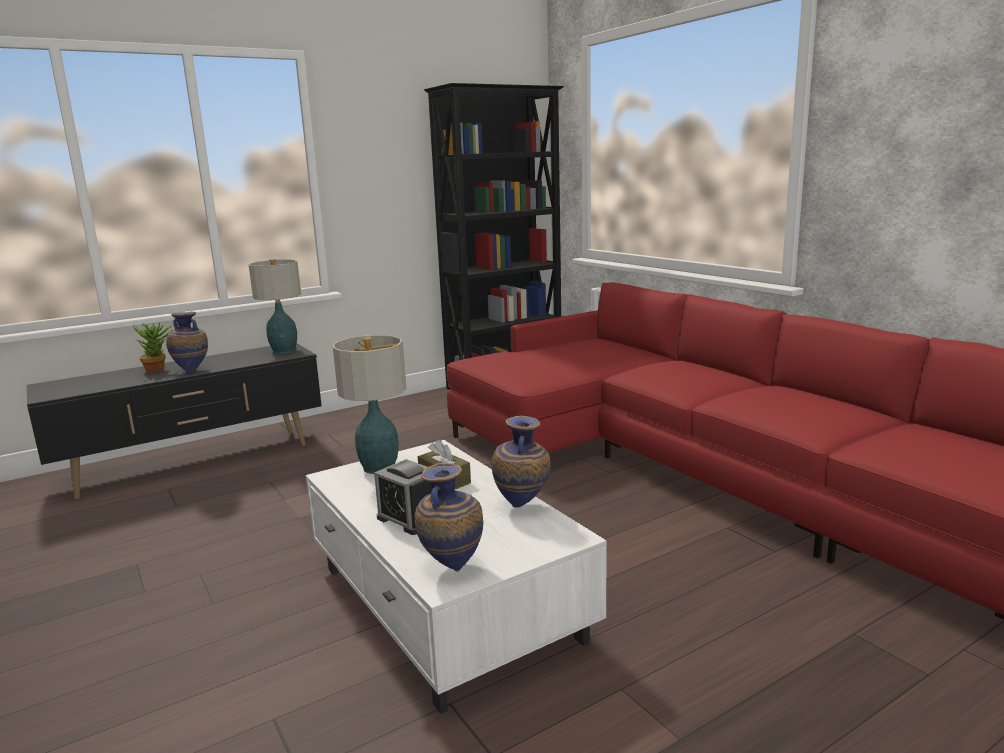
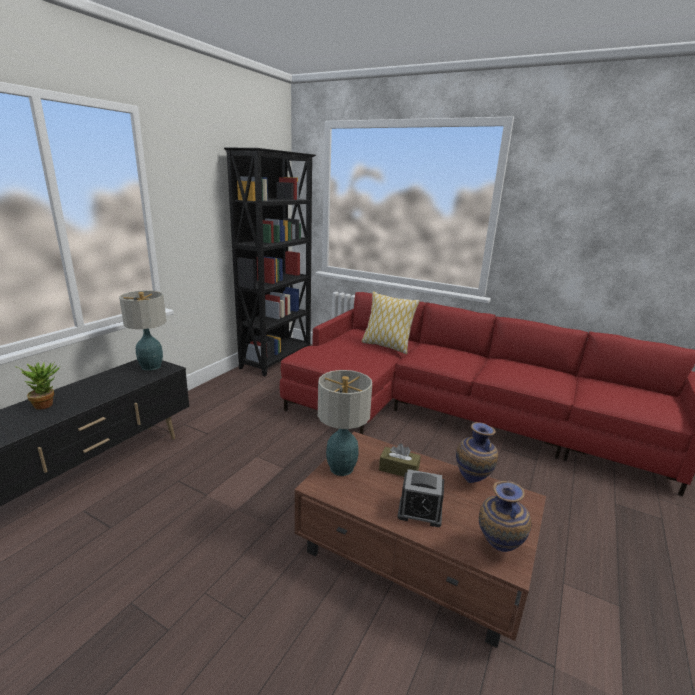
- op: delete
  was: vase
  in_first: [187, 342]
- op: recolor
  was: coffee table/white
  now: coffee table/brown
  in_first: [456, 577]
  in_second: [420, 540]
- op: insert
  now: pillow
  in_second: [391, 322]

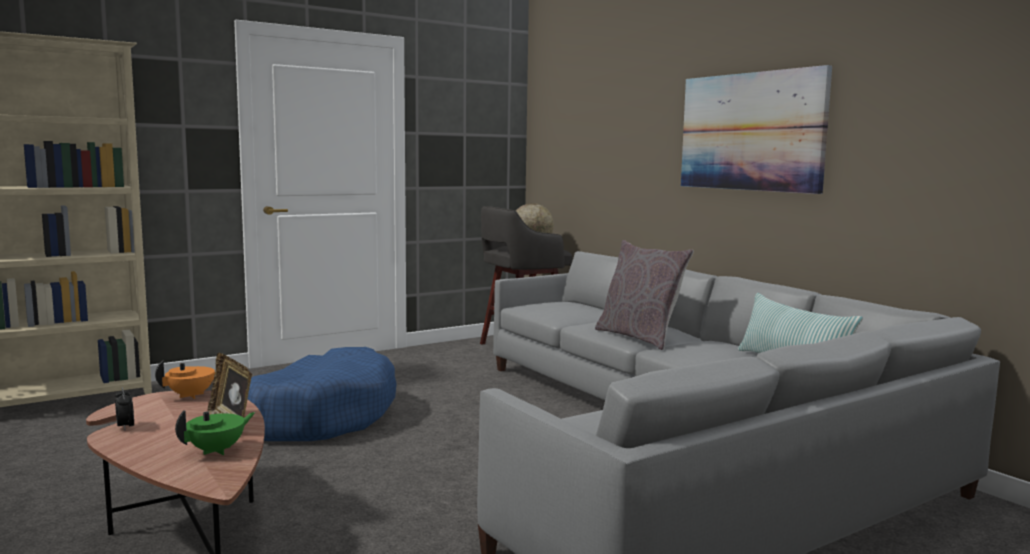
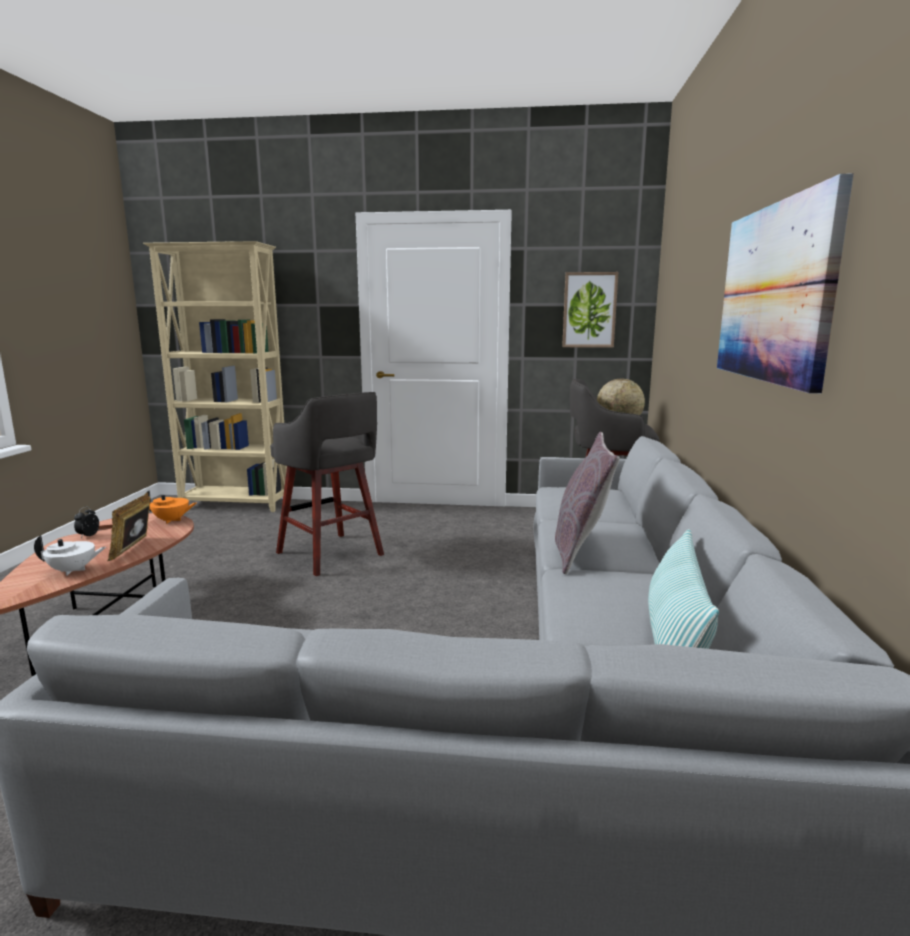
- op: replace
  was: dog bed/blue
  now: stool/grey
  in_first: [322, 394]
  in_second: [327, 484]
- op: recolor
  was: teapot/green
  now: teapot/white
  in_first: [215, 432]
  in_second: [70, 555]
- op: insert
  now: picture
  in_second: [590, 310]

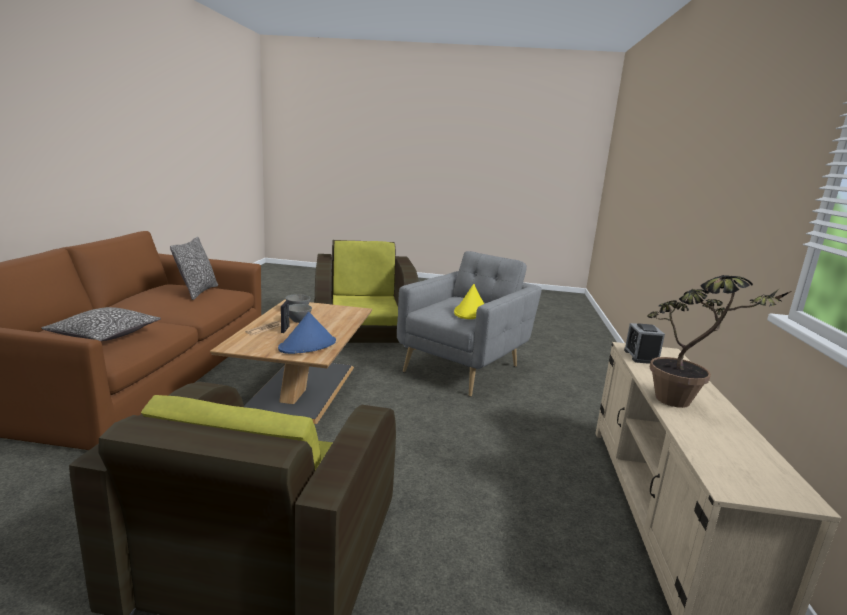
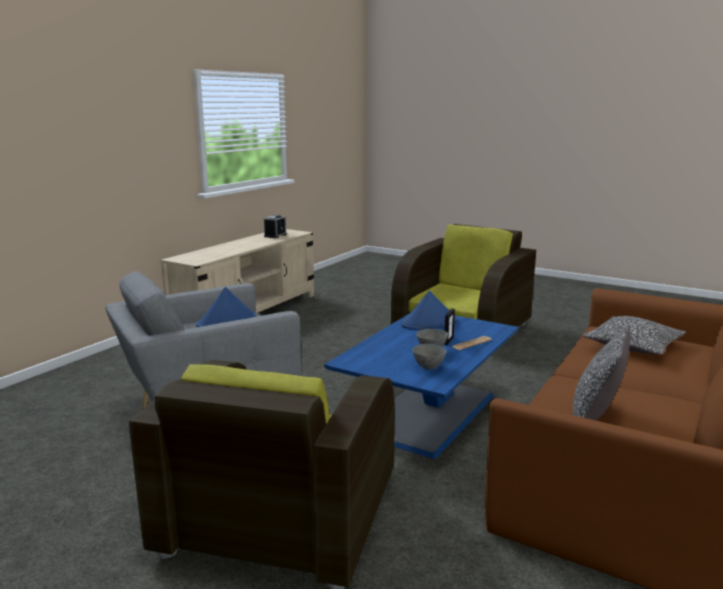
- op: delete
  was: potted plant
  in_first: [719, 341]
- op: recolor
  was: hat/yellow
  now: hat/blue
  in_first: [469, 301]
  in_second: [226, 307]
- op: recolor
  was: coffee table/brown
  now: coffee table/blue
  in_first: [291, 362]
  in_second: [421, 386]
- op: move
  was: alarm clock
  in_first: [644, 343]
  in_second: [275, 226]

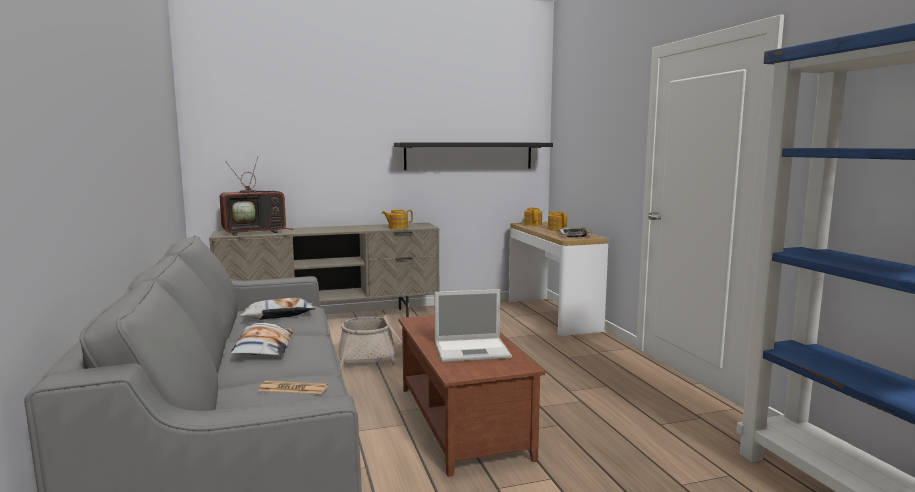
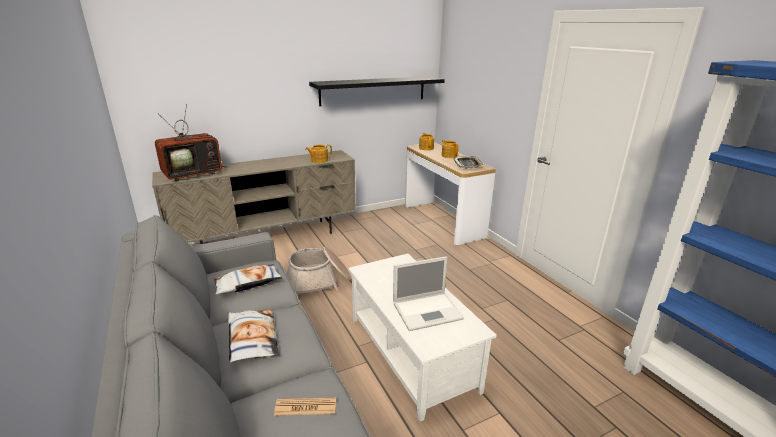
- op: recolor
  was: coffee table/brown
  now: coffee table/white
  in_first: [472, 396]
  in_second: [422, 338]

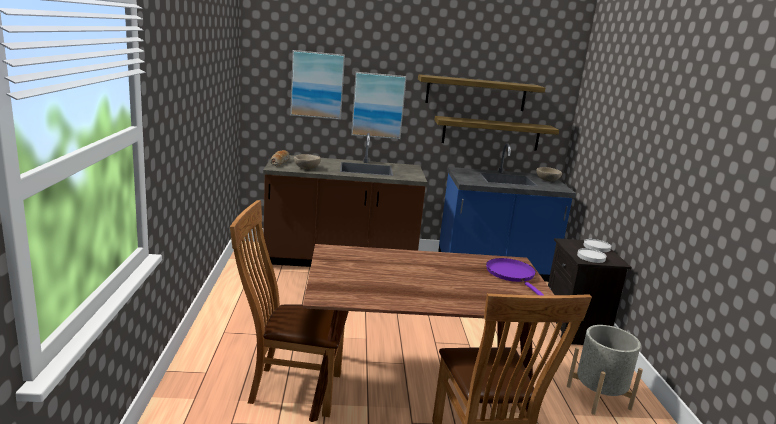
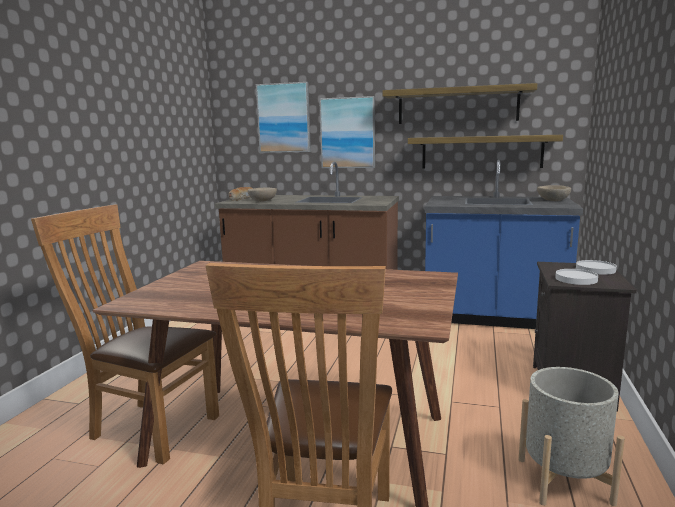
- op: delete
  was: frying pan/purple
  in_first: [515, 276]

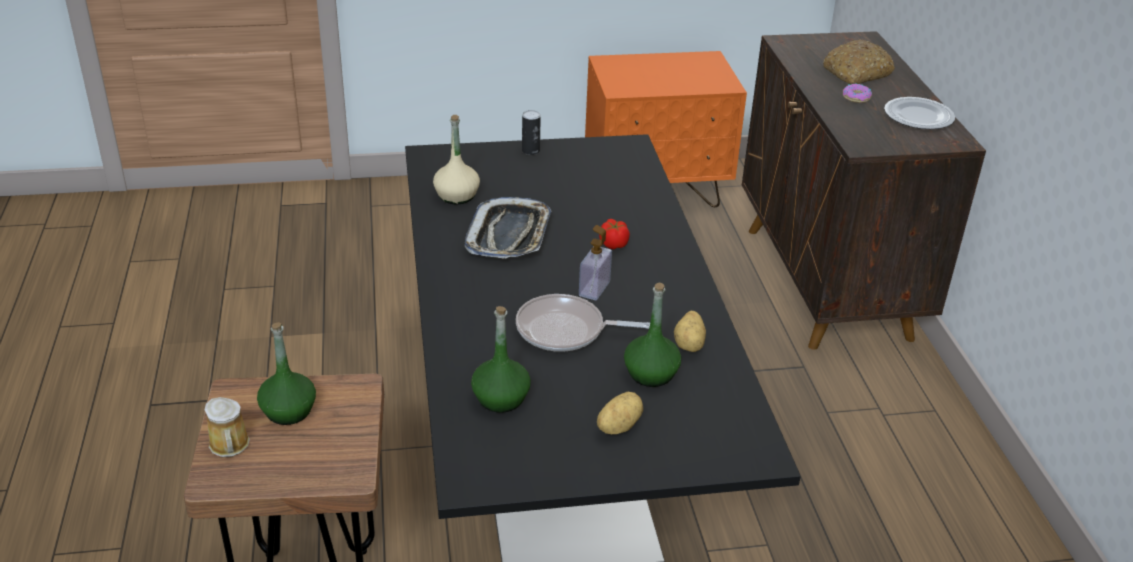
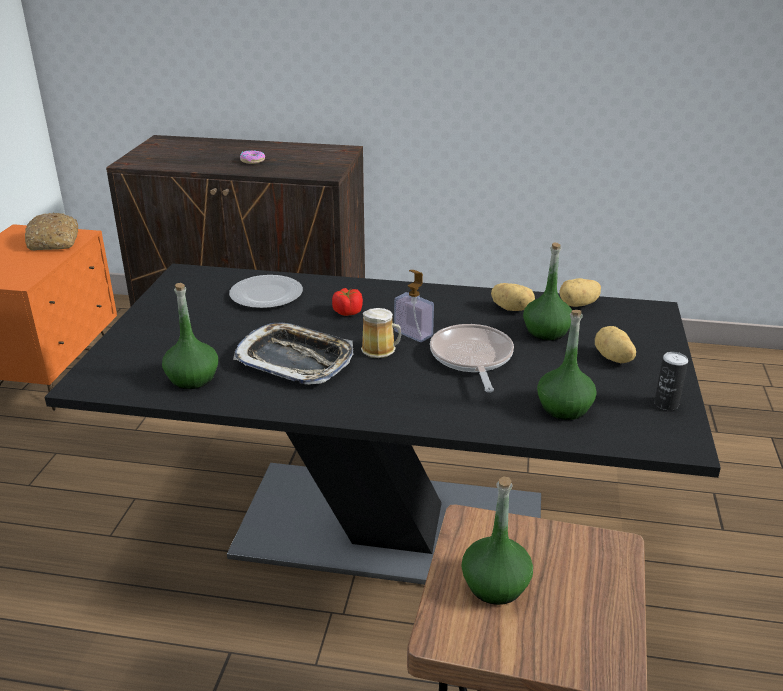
- op: move
  was: bread
  in_first: [859, 62]
  in_second: [51, 231]
- op: move
  was: plate
  in_first: [919, 113]
  in_second: [266, 291]
- op: move
  was: can
  in_first: [531, 132]
  in_second: [671, 381]
- op: recolor
  was: bottle/beige
  now: bottle/green
  in_first: [456, 159]
  in_second: [190, 336]
- op: rotate
  was: frying pan
  in_first: [583, 323]
  in_second: [472, 358]
  clockwise: 150
- op: move
  was: mug
  in_first: [227, 427]
  in_second: [381, 333]
- op: insert
  now: potato
  in_second: [580, 292]

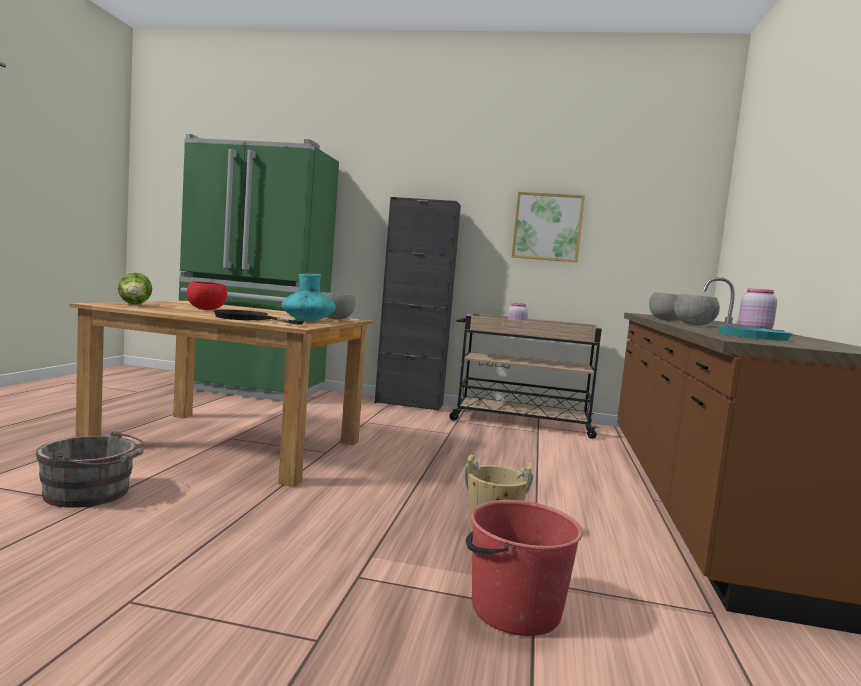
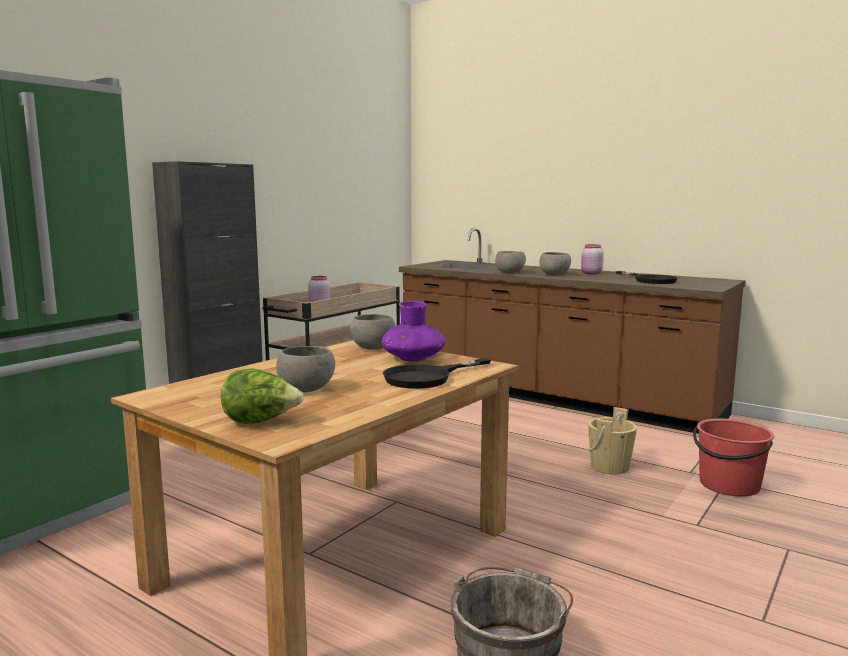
- op: delete
  was: picture
  in_first: [548, 227]
- op: recolor
  was: vase/turquoise
  now: vase/purple
  in_first: [309, 298]
  in_second: [413, 331]
- op: recolor
  was: bowl/red
  now: bowl/grey
  in_first: [207, 295]
  in_second: [305, 369]
- op: recolor
  was: frying pan/turquoise
  now: frying pan/black
  in_first: [755, 333]
  in_second: [647, 277]

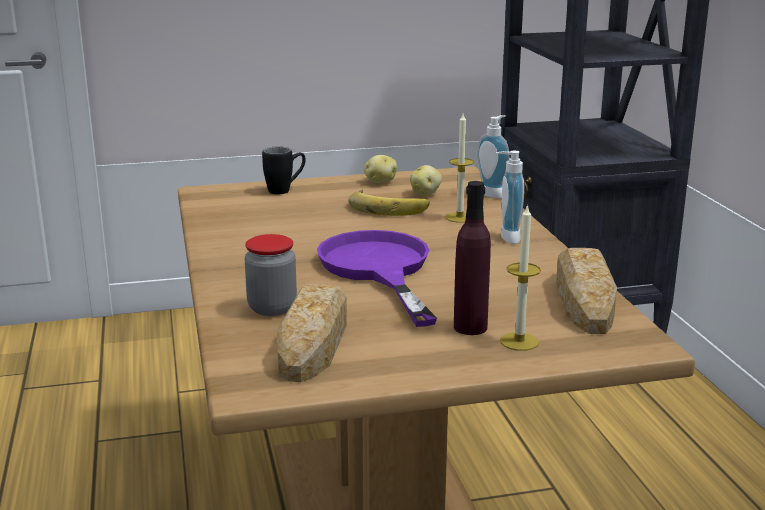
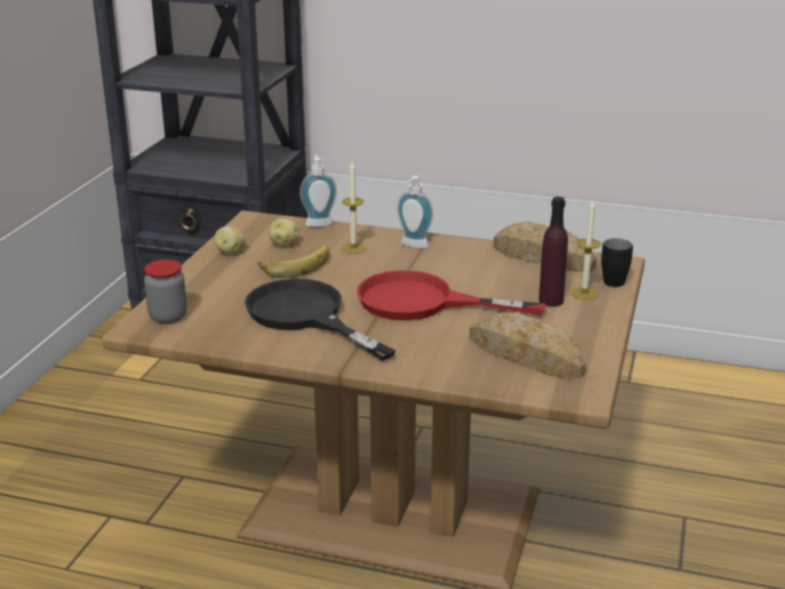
- op: move
  was: mug/black
  in_first: [283, 170]
  in_second: [617, 262]
- op: recolor
  was: frying pan/purple
  now: frying pan/red
  in_first: [377, 278]
  in_second: [451, 295]
- op: move
  was: jar
  in_first: [271, 275]
  in_second: [165, 291]
- op: insert
  now: frying pan/black
  in_second: [320, 320]

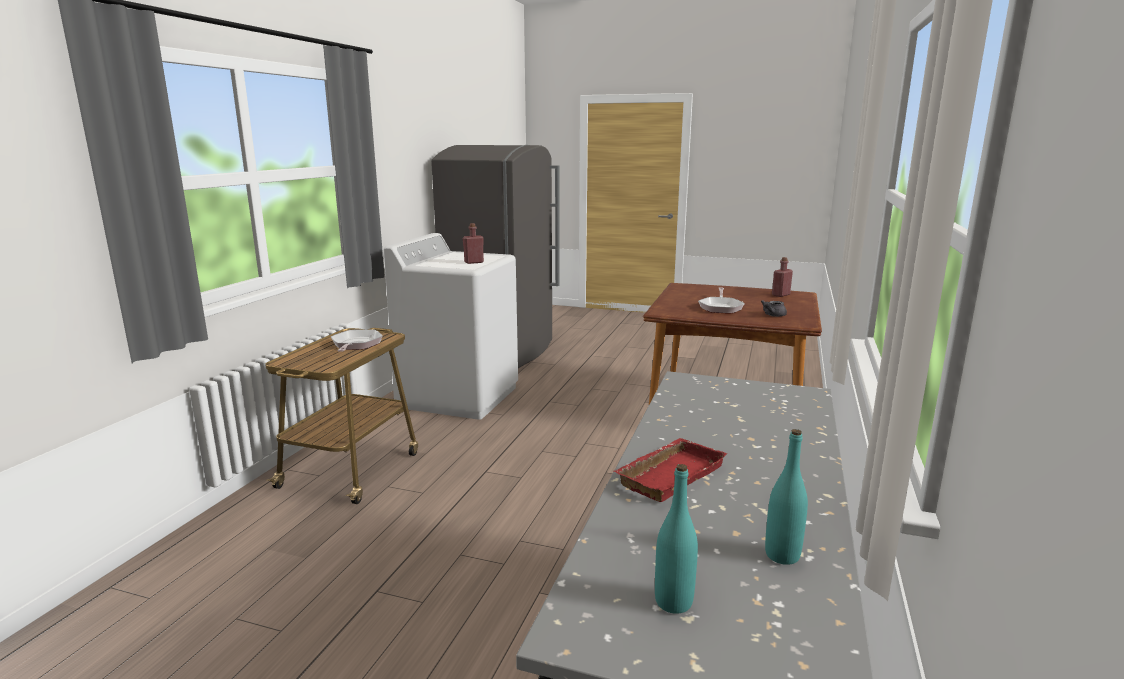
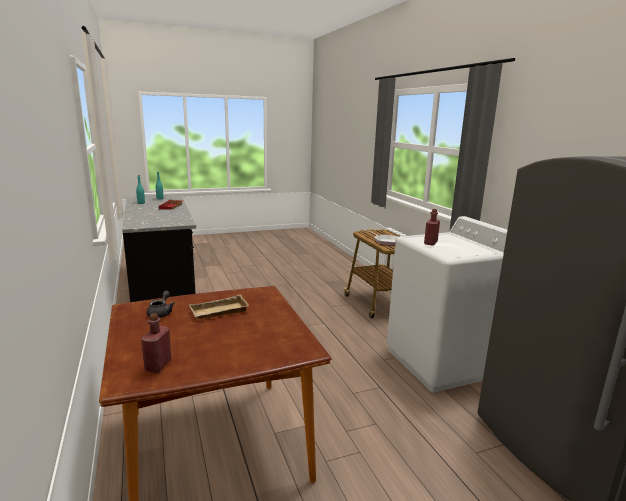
- op: replace
  was: frying pan
  now: tray/beige
  in_first: [721, 300]
  in_second: [219, 307]

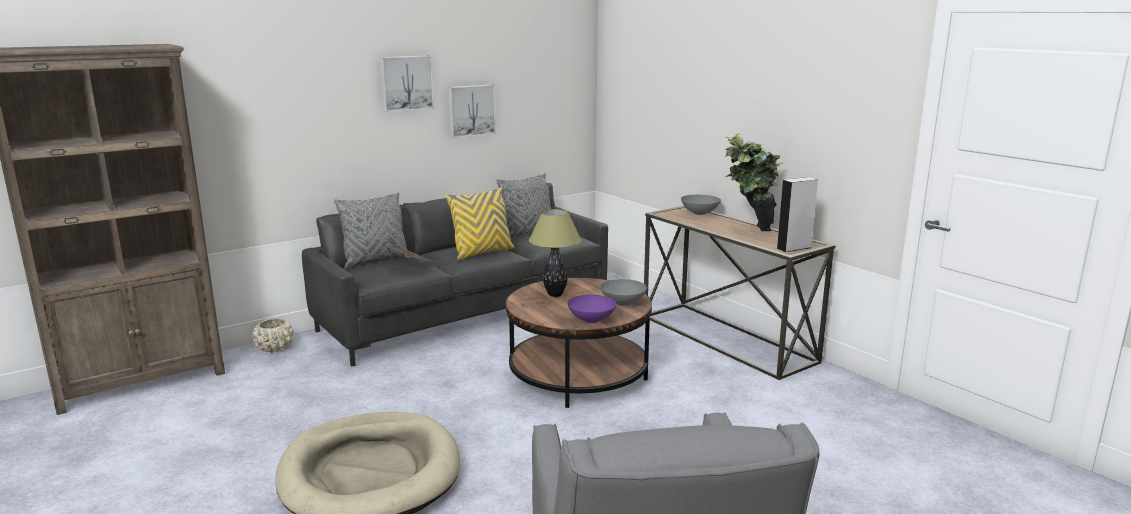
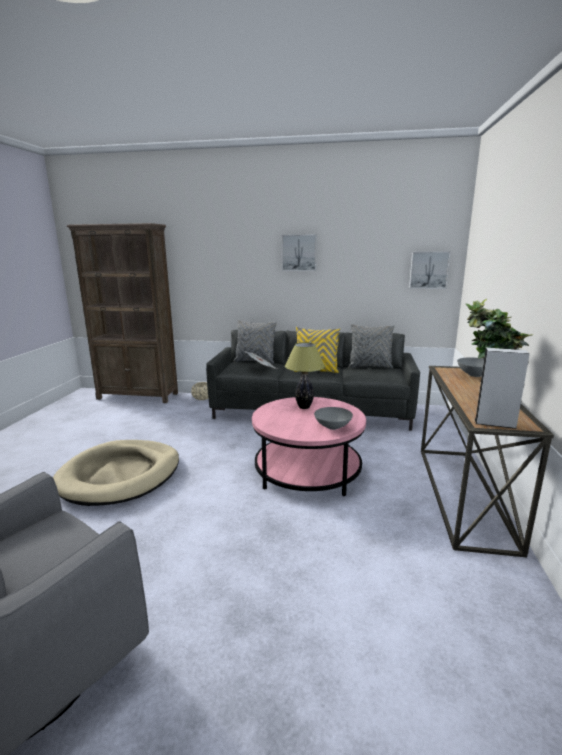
- op: move
  was: picture
  in_first: [472, 111]
  in_second: [429, 270]
- op: recolor
  was: coffee table/brown
  now: coffee table/pink
  in_first: [579, 343]
  in_second: [309, 446]
- op: delete
  was: bowl/purple
  in_first: [592, 309]

